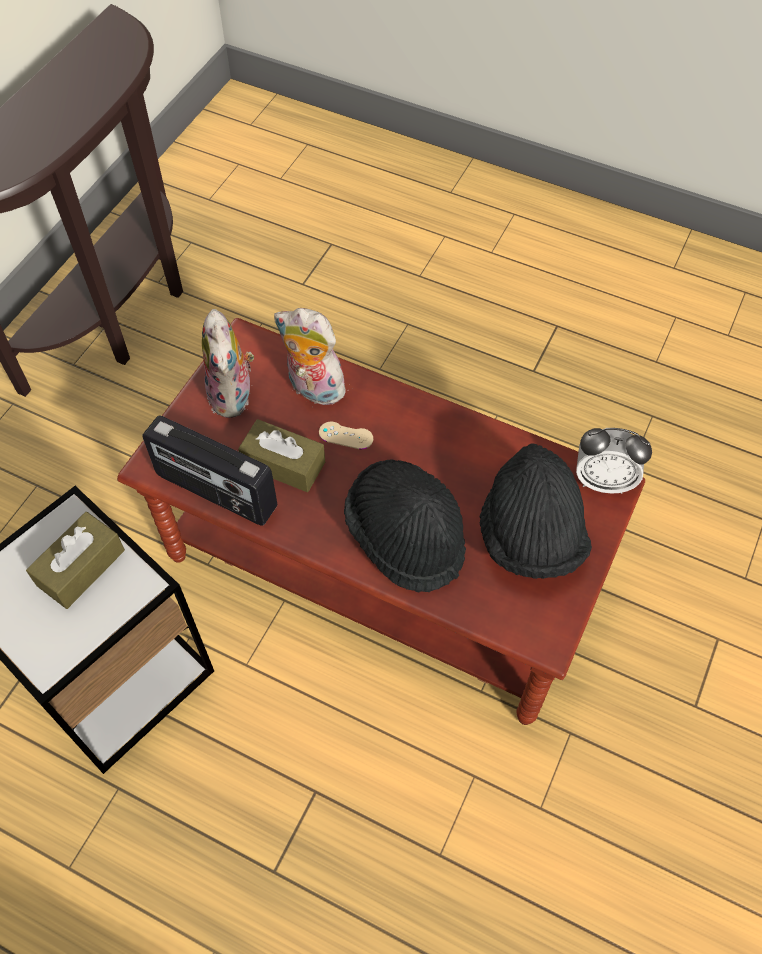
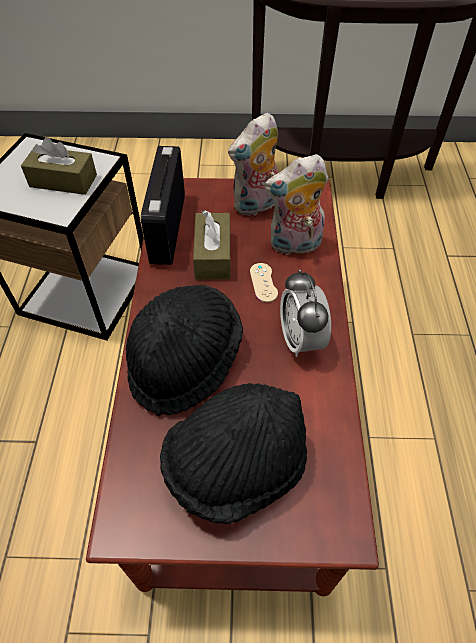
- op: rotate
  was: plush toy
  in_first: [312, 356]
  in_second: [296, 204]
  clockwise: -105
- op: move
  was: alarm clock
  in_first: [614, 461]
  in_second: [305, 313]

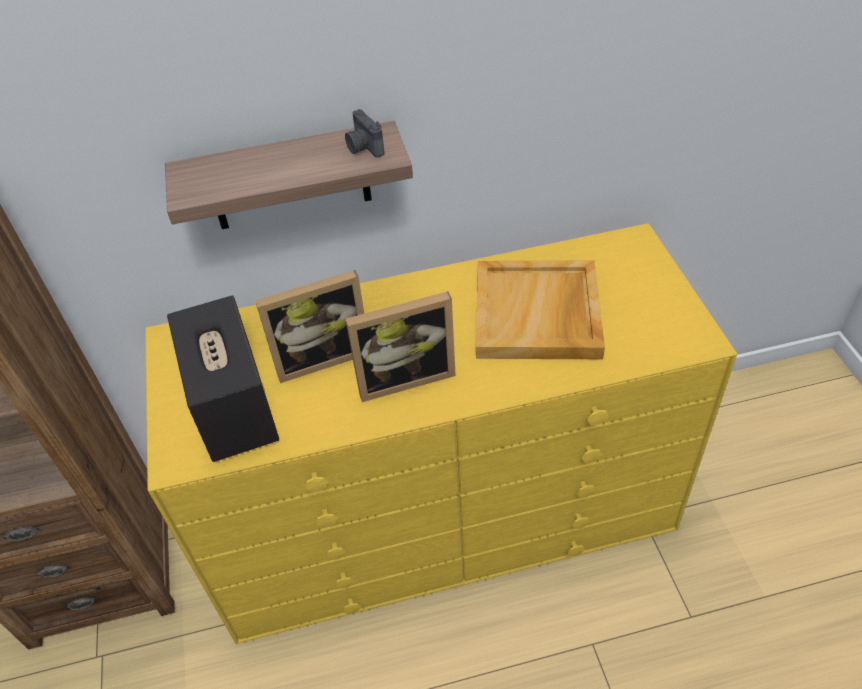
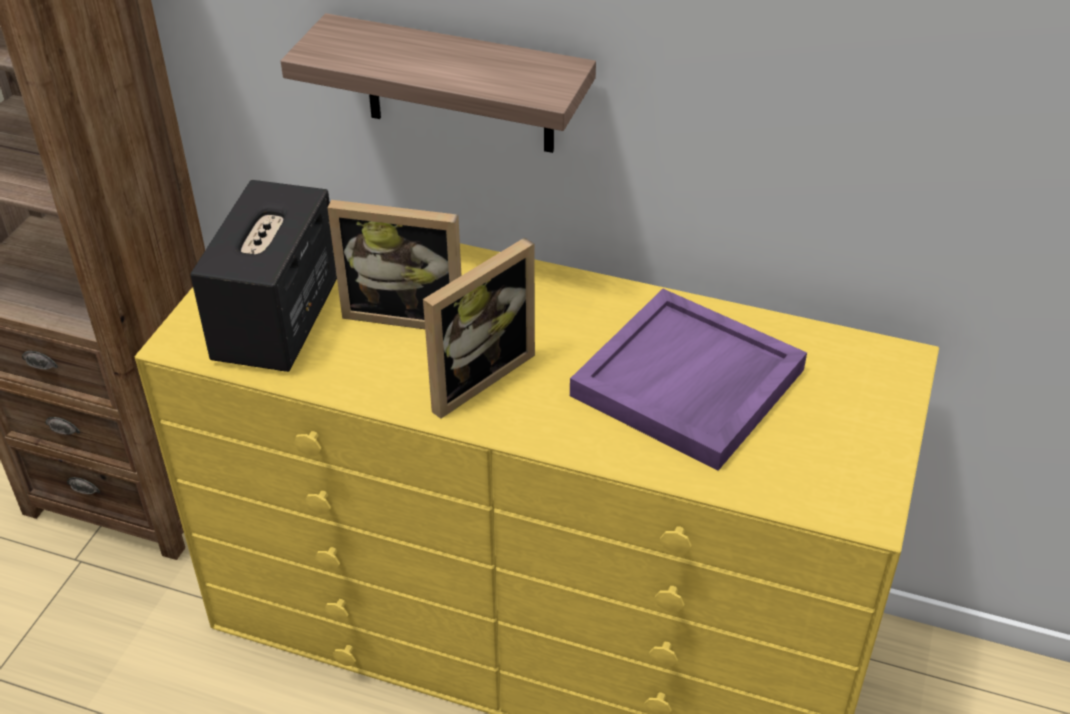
- op: delete
  was: photo camera
  in_first: [365, 133]
- op: recolor
  was: tray/beige
  now: tray/purple
  in_first: [540, 310]
  in_second: [688, 380]
- op: rotate
  was: picture frame
  in_first: [400, 346]
  in_second: [479, 328]
  clockwise: -60

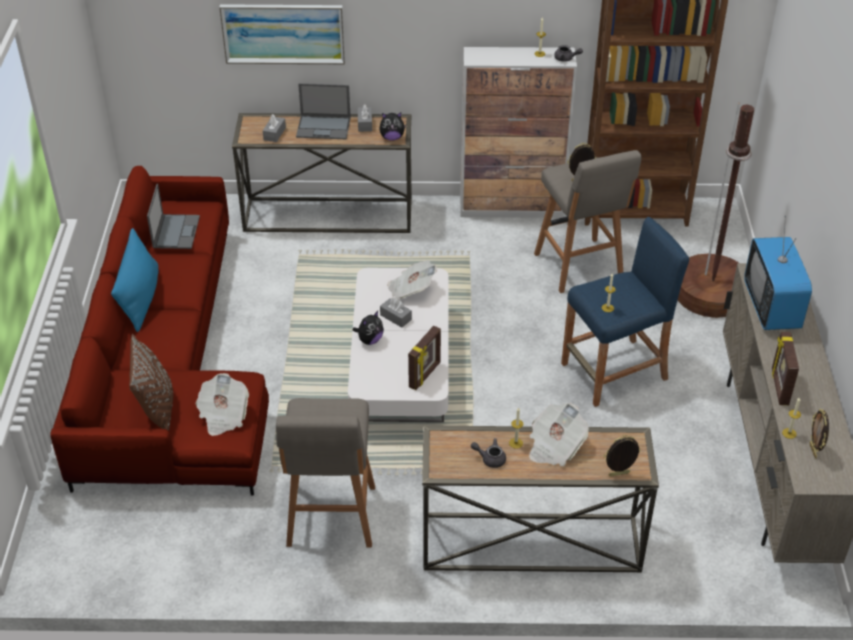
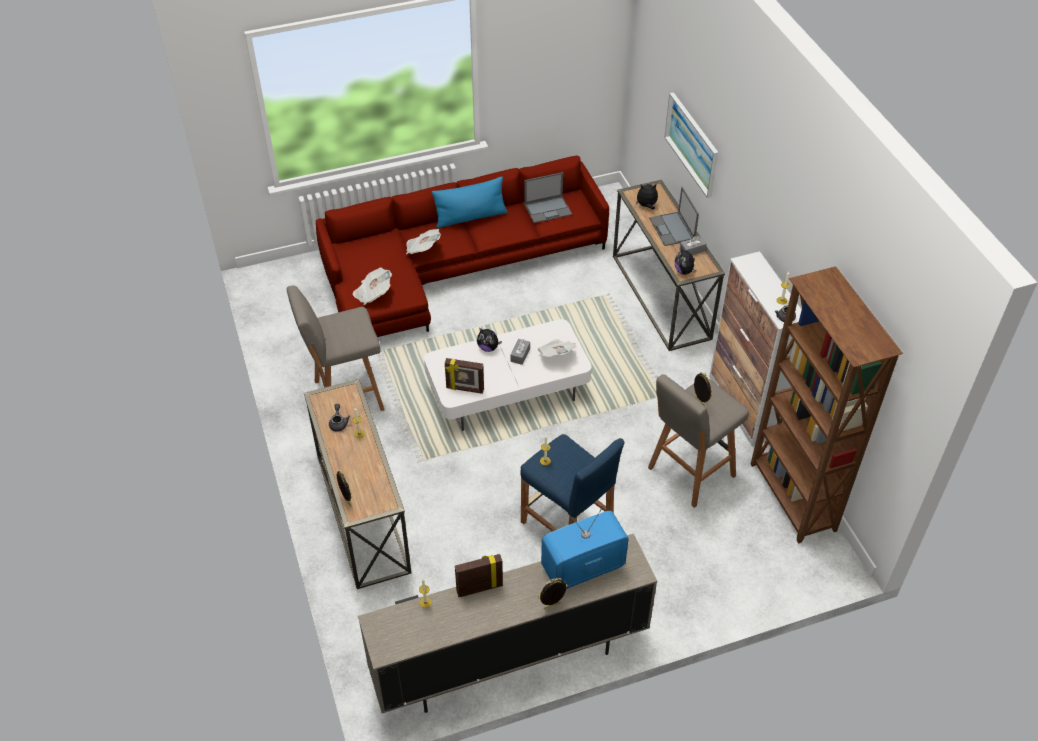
- op: delete
  was: floor lamp/brown
  in_first: [716, 210]
- op: replace
  was: tissue box/grey
  now: plush toy
  in_first: [274, 128]
  in_second: [647, 196]
- op: delete
  was: pillow/brown
  in_first: [151, 382]
- op: move
  was: newspaper
  in_first: [559, 434]
  in_second: [423, 241]
- op: move
  was: picture frame
  in_first: [819, 434]
  in_second: [553, 593]

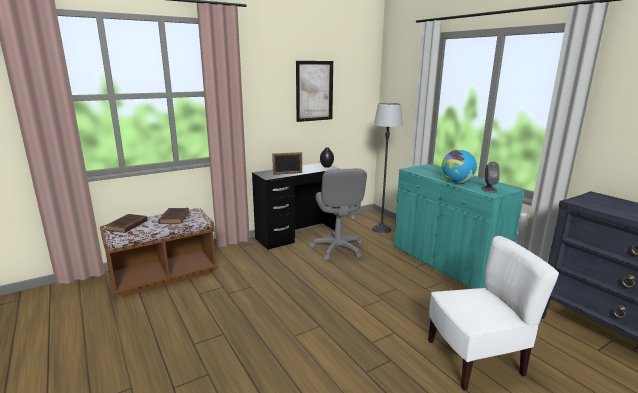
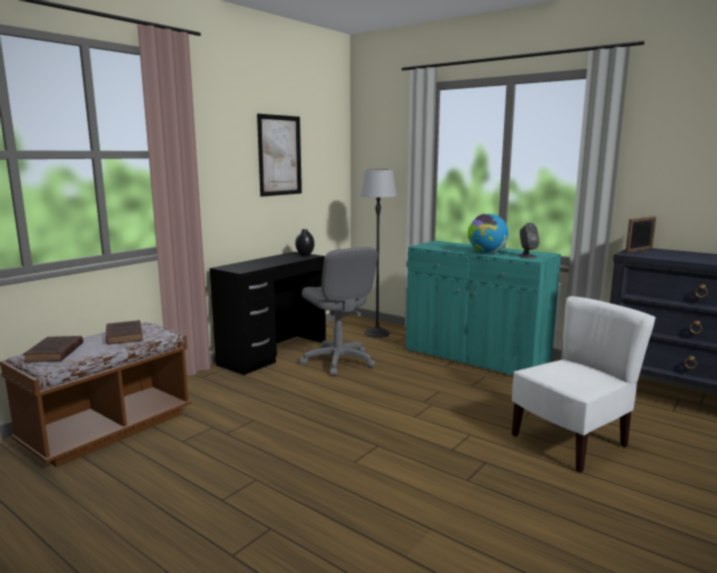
- op: move
  was: picture frame
  in_first: [287, 163]
  in_second: [640, 235]

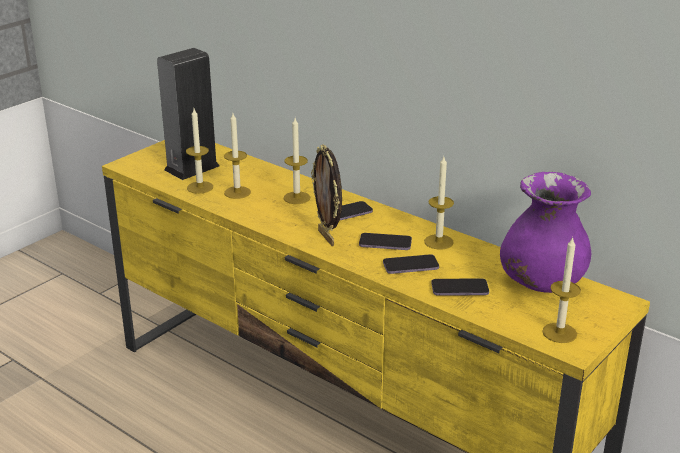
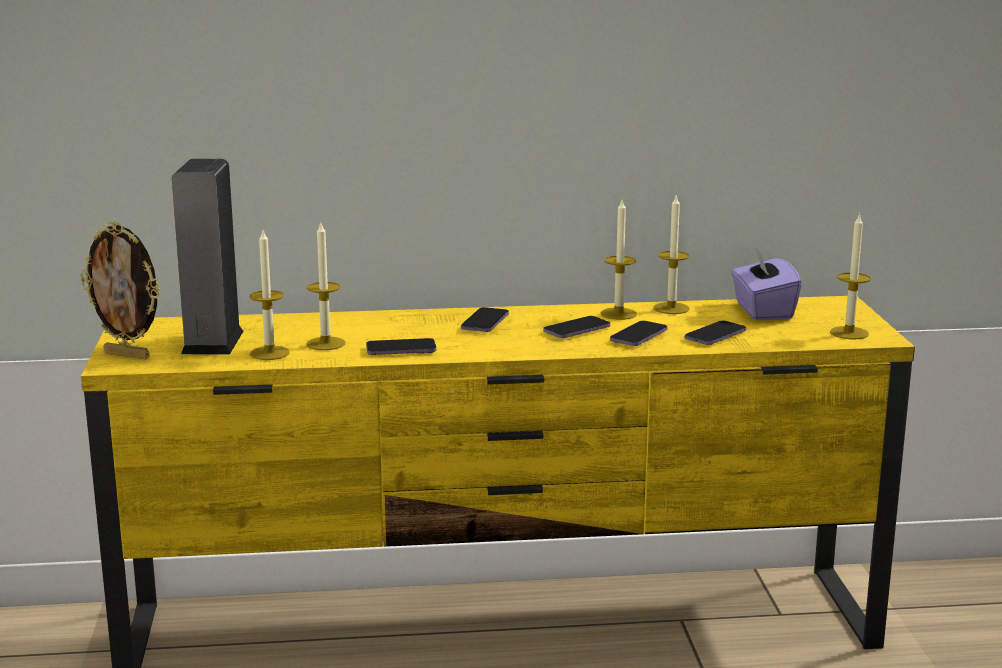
- op: move
  was: candle
  in_first: [297, 161]
  in_second: [672, 255]
- op: move
  was: picture frame
  in_first: [326, 195]
  in_second: [120, 290]
- op: replace
  was: vase/purple
  now: tissue box/purple
  in_first: [545, 232]
  in_second: [766, 283]
- op: insert
  now: phone
  in_second: [401, 346]

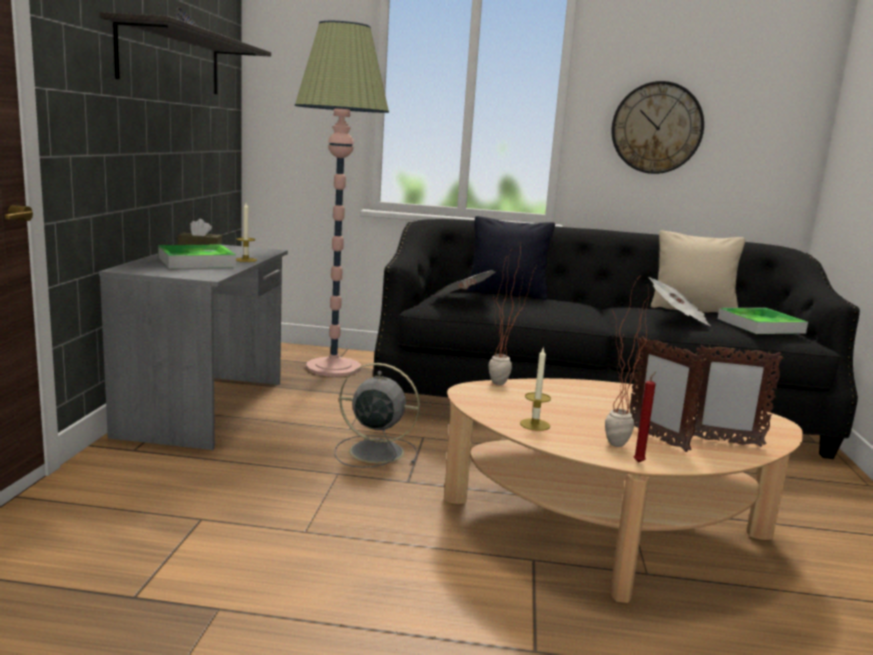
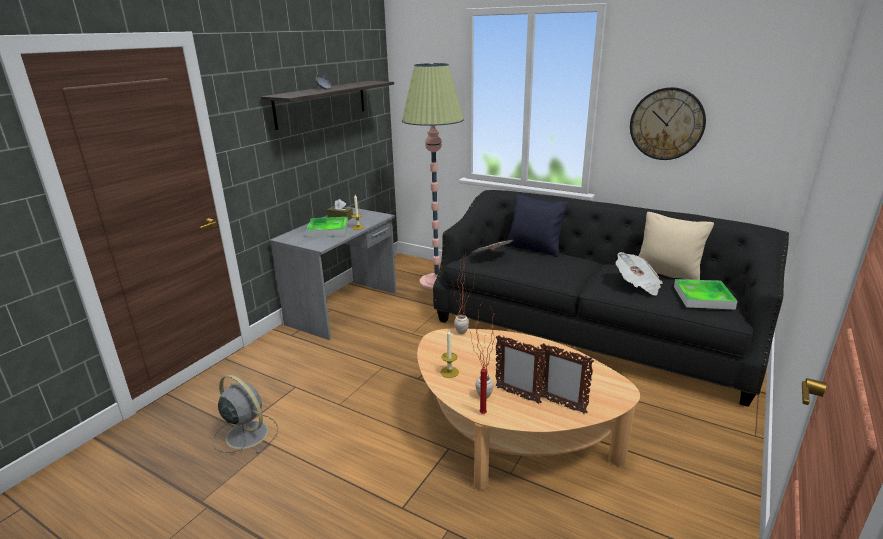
- op: rotate
  was: picture frame
  in_first: [668, 394]
  in_second: [521, 369]
  clockwise: -45
- op: move
  was: fan/grey
  in_first: [377, 415]
  in_second: [245, 414]

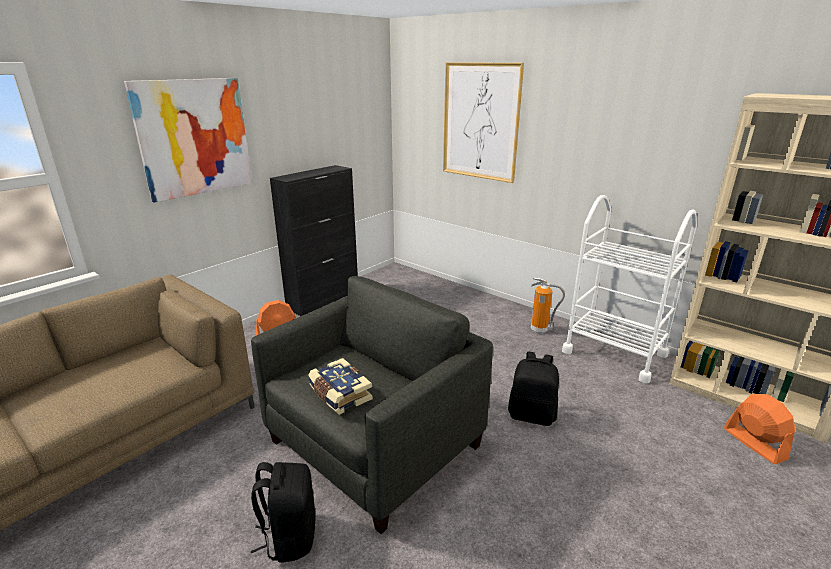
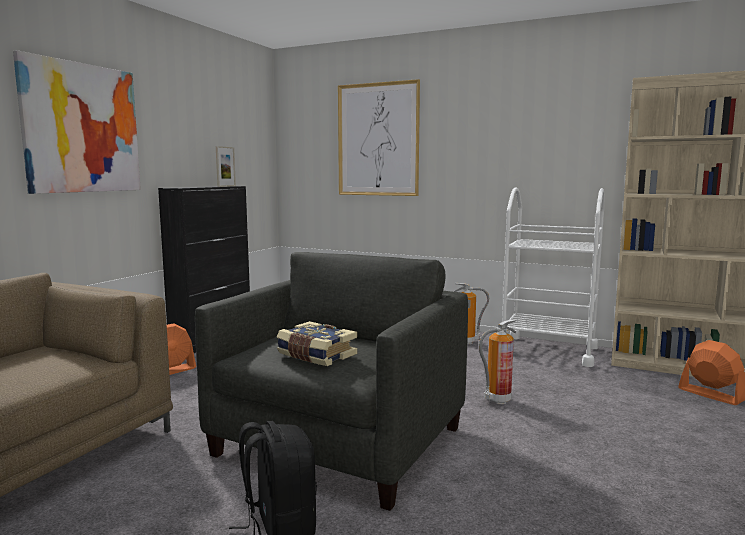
- op: replace
  was: backpack/black
  now: fire extinguisher
  in_first: [533, 389]
  in_second: [497, 361]
- op: insert
  now: picture frame
  in_second: [226, 166]

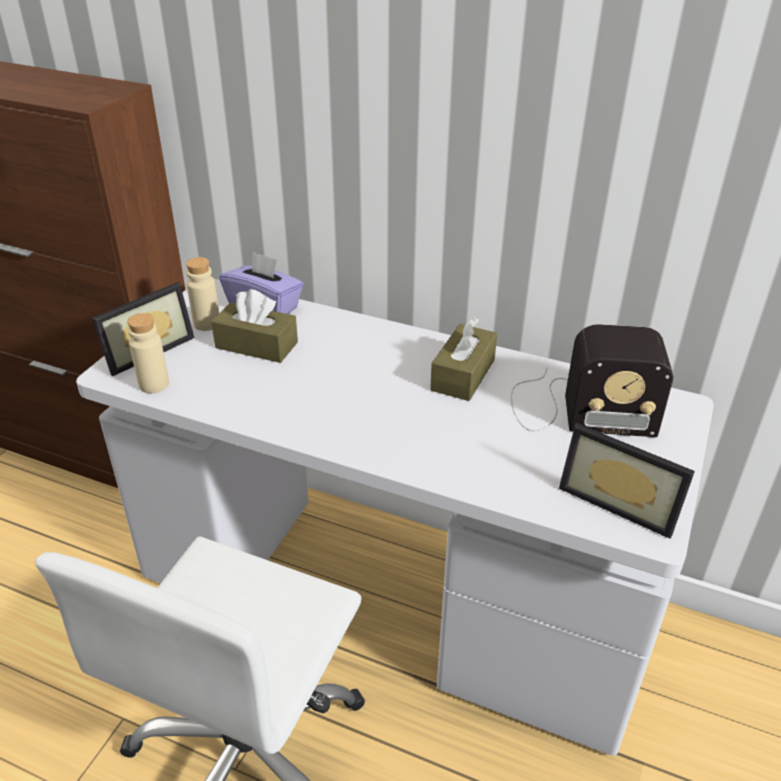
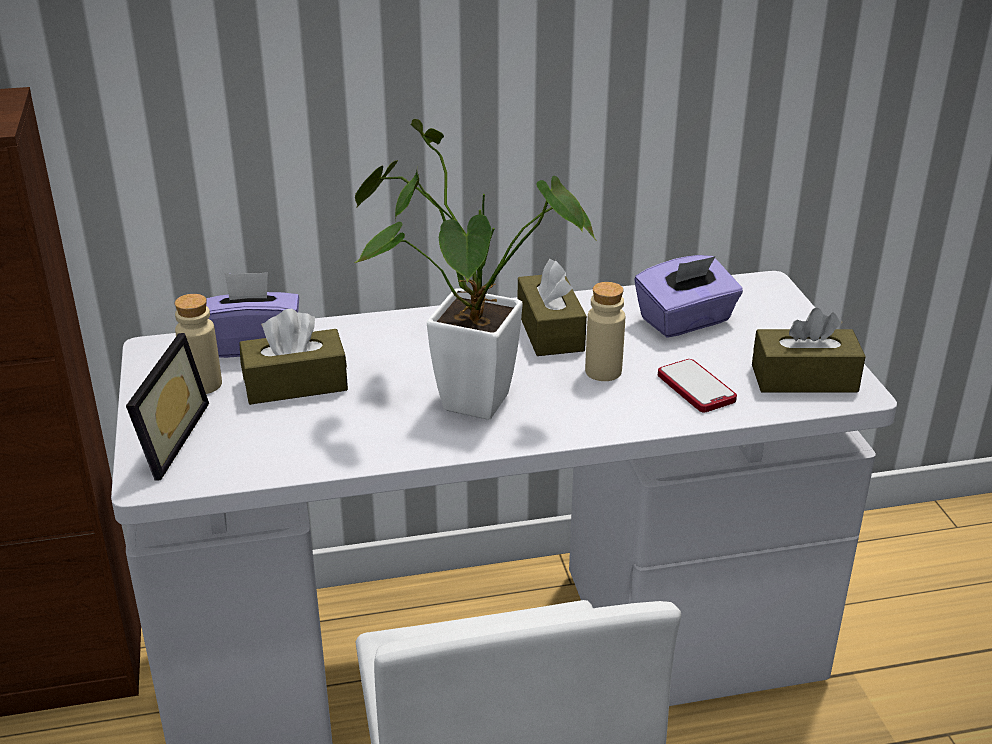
- op: move
  was: bottle/beige
  in_first: [148, 353]
  in_second: [605, 331]
- op: replace
  was: radio
  now: tissue box/purple
  in_first: [592, 380]
  in_second: [688, 296]
- op: replace
  was: picture frame
  now: tissue box/brown
  in_first: [627, 481]
  in_second: [809, 350]
- op: insert
  now: potted plant
  in_second: [475, 269]
- op: insert
  now: phone
  in_second: [697, 386]

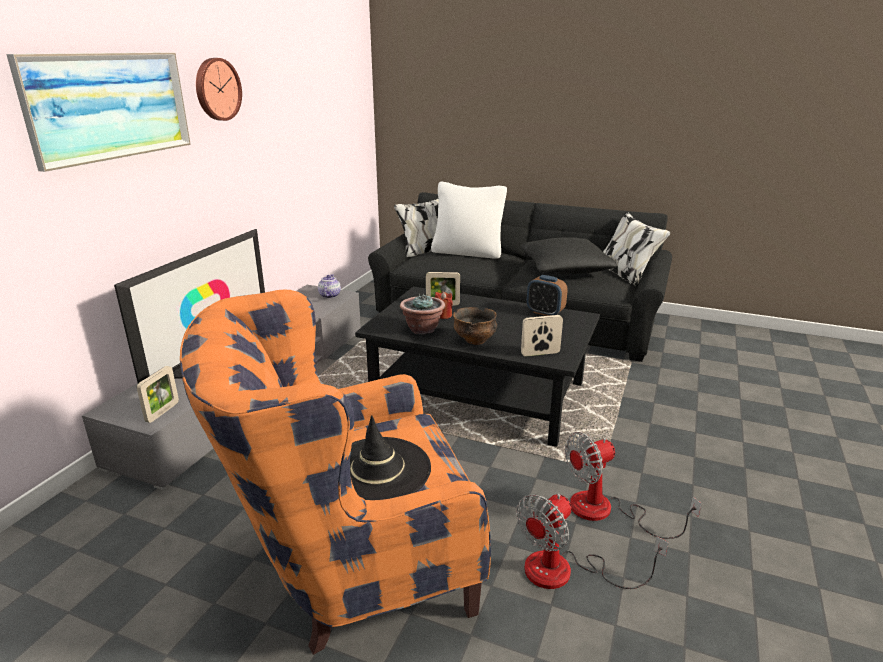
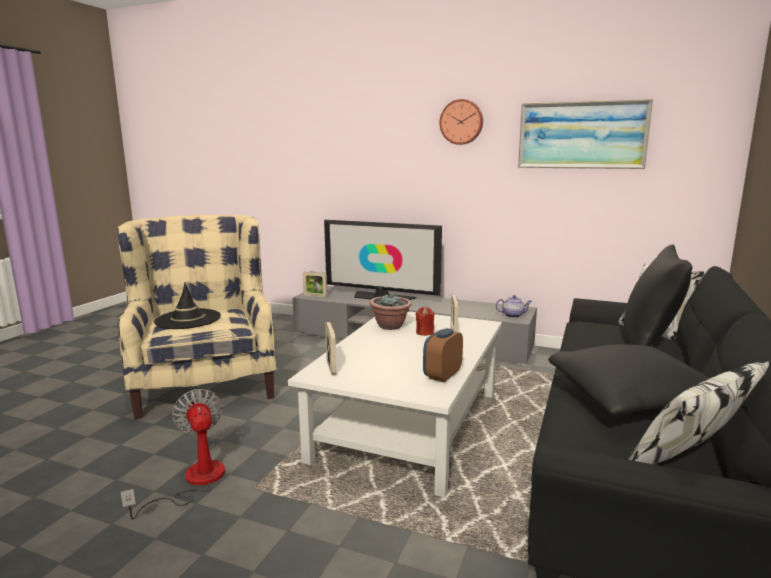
- op: move
  was: picture
  in_first: [98, 112]
  in_second: [585, 134]
- op: recolor
  was: pillow/white
  now: pillow/black
  in_first: [469, 220]
  in_second: [658, 295]
- op: recolor
  was: coffee table/black
  now: coffee table/white
  in_first: [477, 367]
  in_second: [395, 404]
- op: recolor
  was: armchair/orange
  now: armchair/beige
  in_first: [335, 472]
  in_second: [197, 317]
- op: delete
  was: bowl
  in_first: [475, 326]
- op: delete
  was: fan
  in_first: [592, 541]

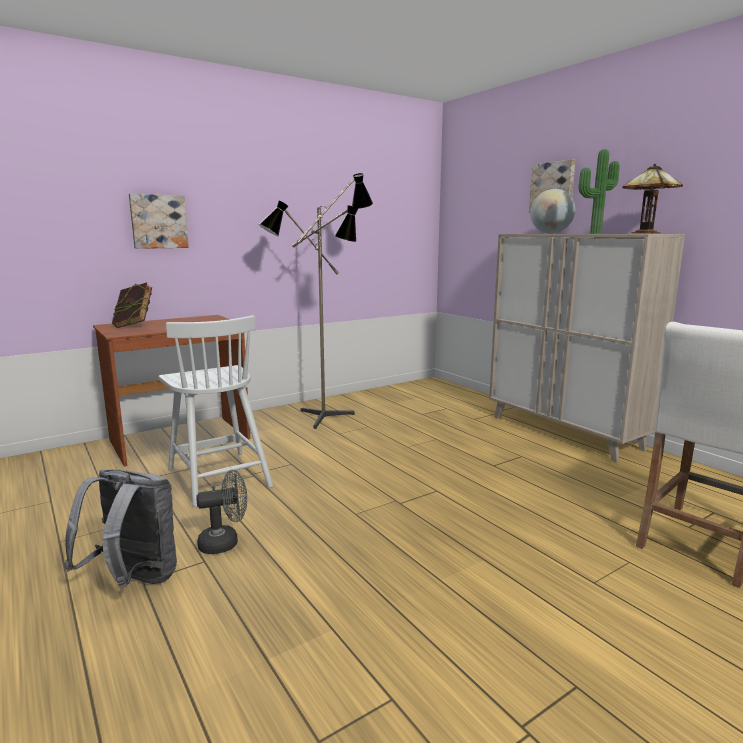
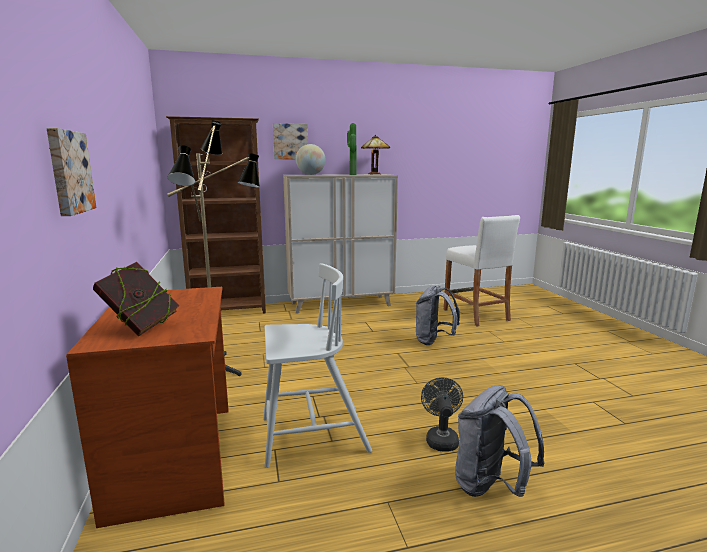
- op: insert
  now: bookcase/brown
  in_second: [216, 215]
- op: insert
  now: backpack/grey
  in_second: [438, 315]

